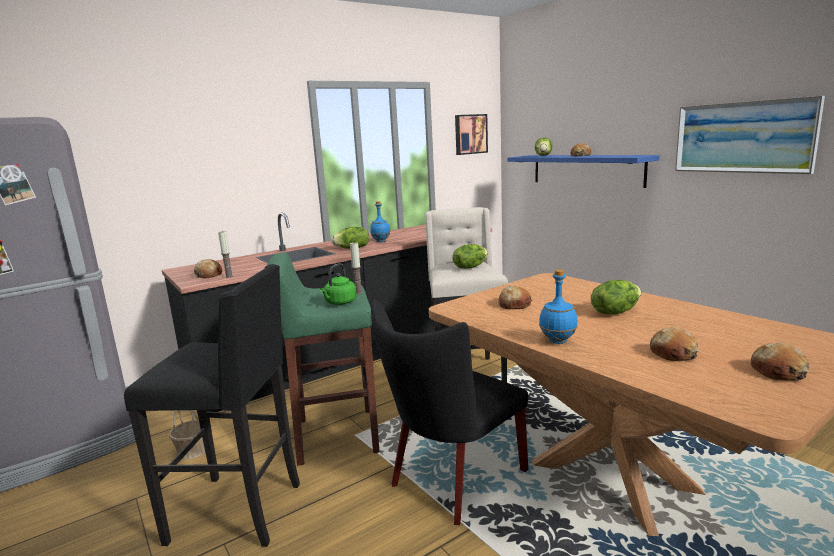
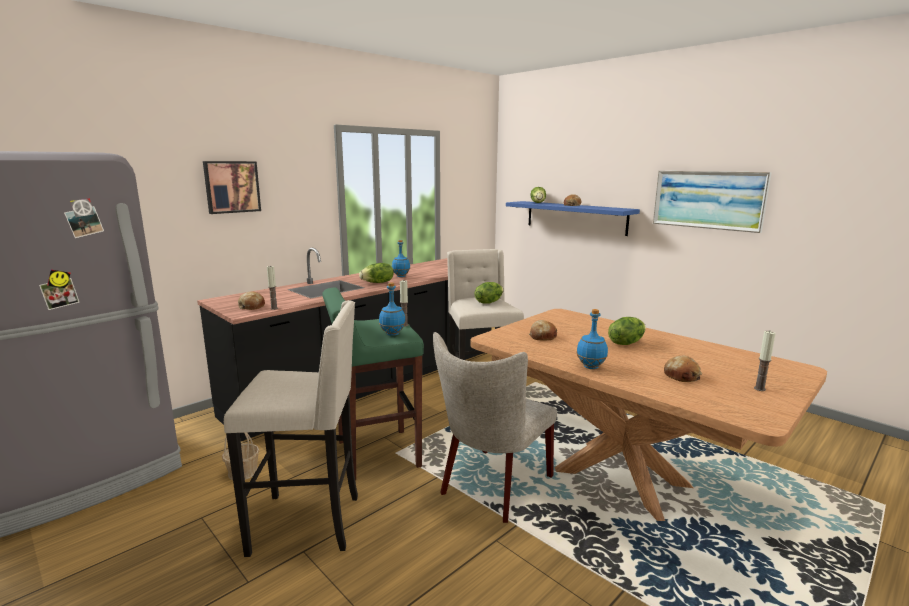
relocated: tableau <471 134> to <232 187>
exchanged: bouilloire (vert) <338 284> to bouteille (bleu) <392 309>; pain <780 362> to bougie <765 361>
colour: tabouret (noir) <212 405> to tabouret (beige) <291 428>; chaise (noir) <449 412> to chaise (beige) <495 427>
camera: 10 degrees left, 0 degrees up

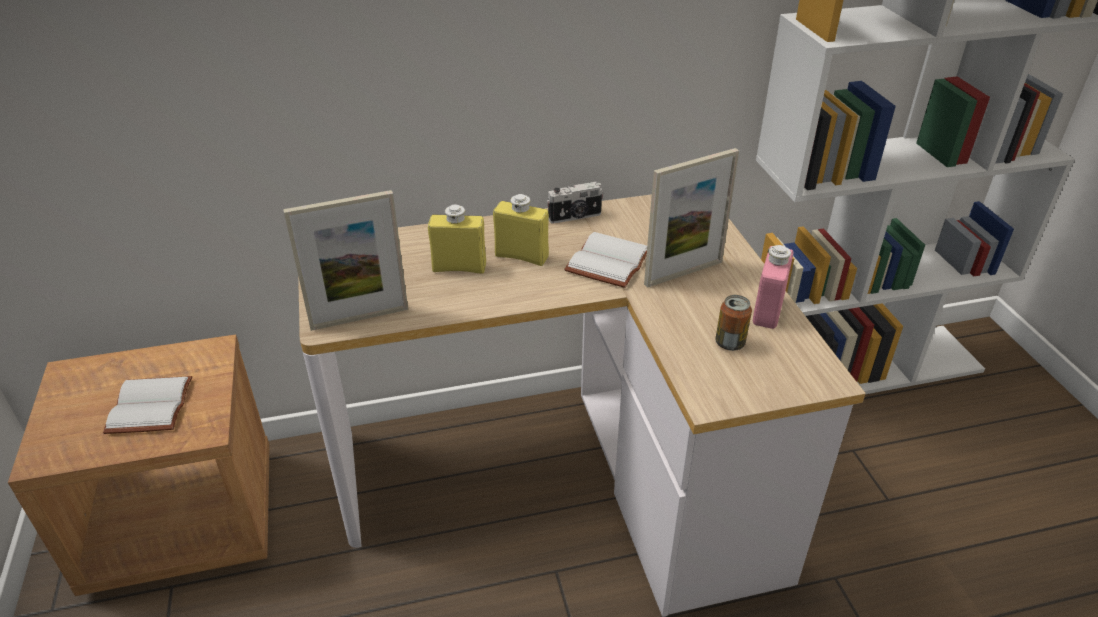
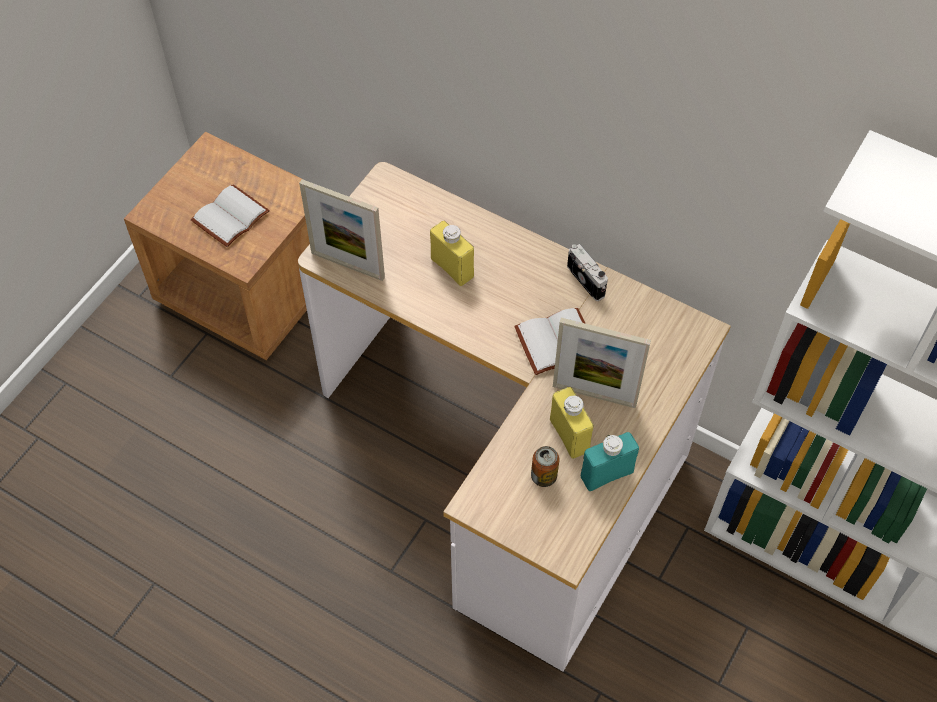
relocated: bouteille (jaune) <521 230> to <572 423>
colour: bouteille (rose) <773 287> to bouteille (turquoise) <610 461>
spun: appareil photo <575 203> = <587 272> 150 degrees counterclockwise
camera: 45 degrees right, 20 degrees up

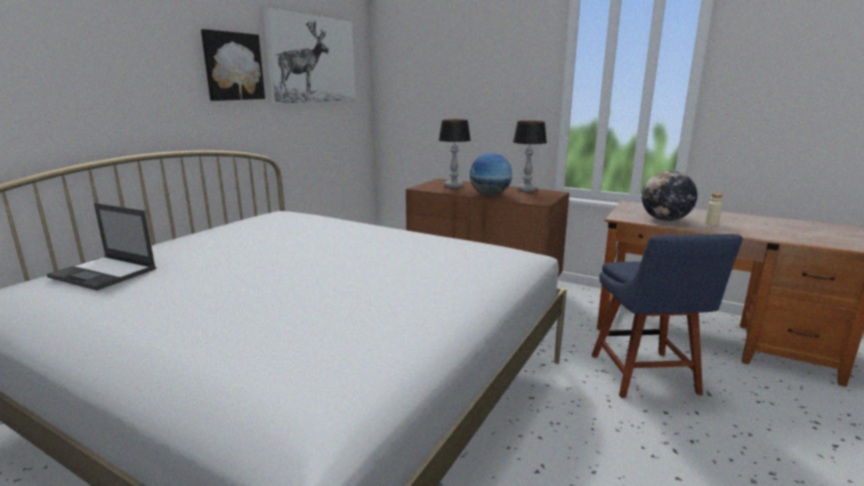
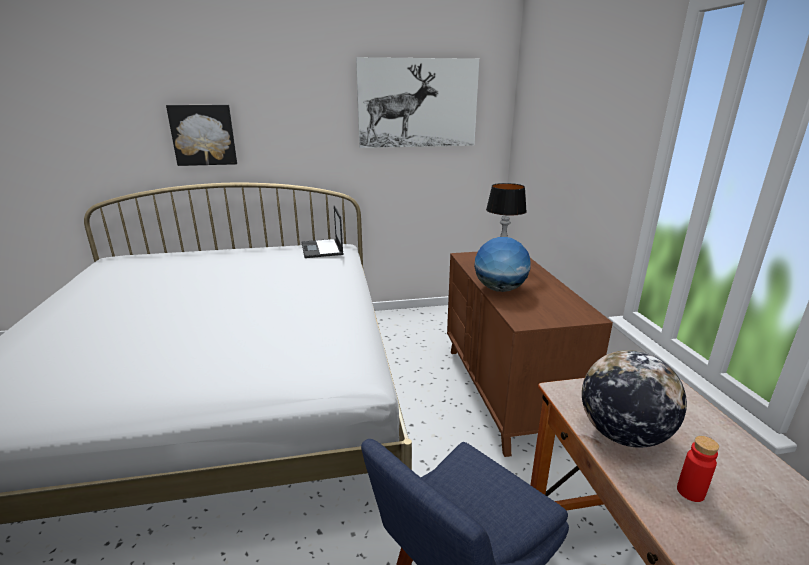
missing: lampe de table <530 156>
relocated: ordinateur portable <101 247> to <322 231>; tableau <233 65> to <201 135>
colour: bouteille (beige) <714 209> to bouteille (rouge) <698 469>
camera: 50 degrees right, 5 degrees up

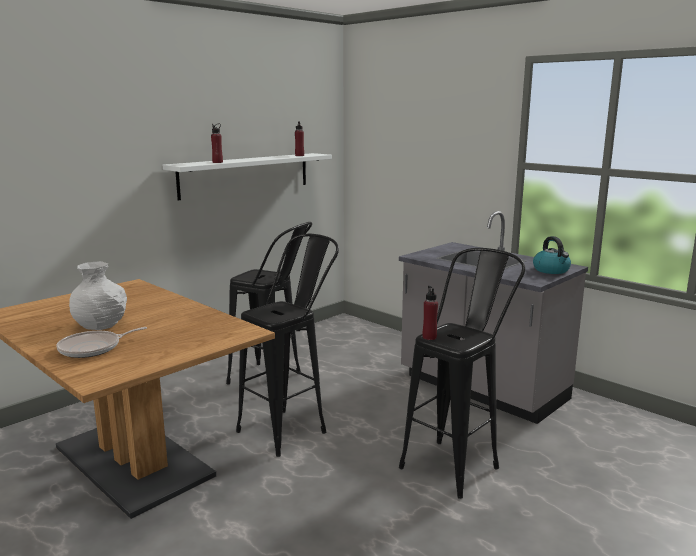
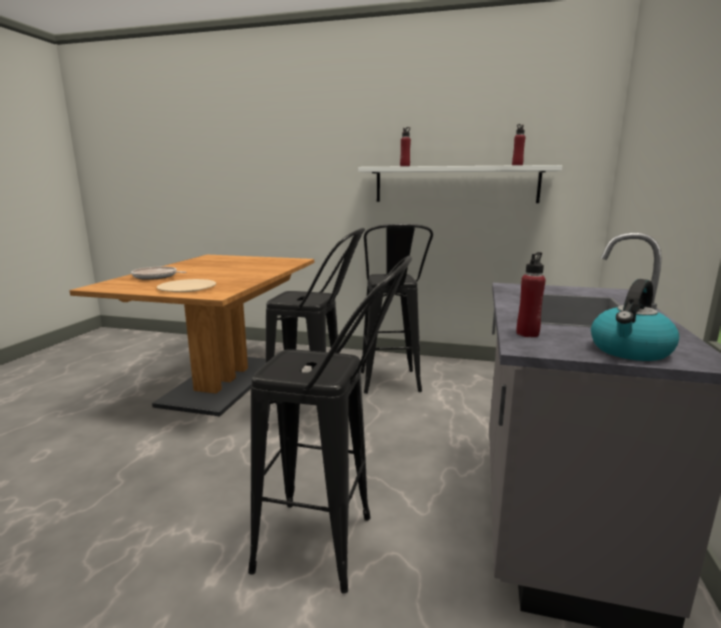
missing: vase (blanc) <98 295>
appeared: assiette (beige) <186 285>
relocated: bouteille (rouge) <430 313> to <531 294>
camera: 60 degrees right, 0 degrees up

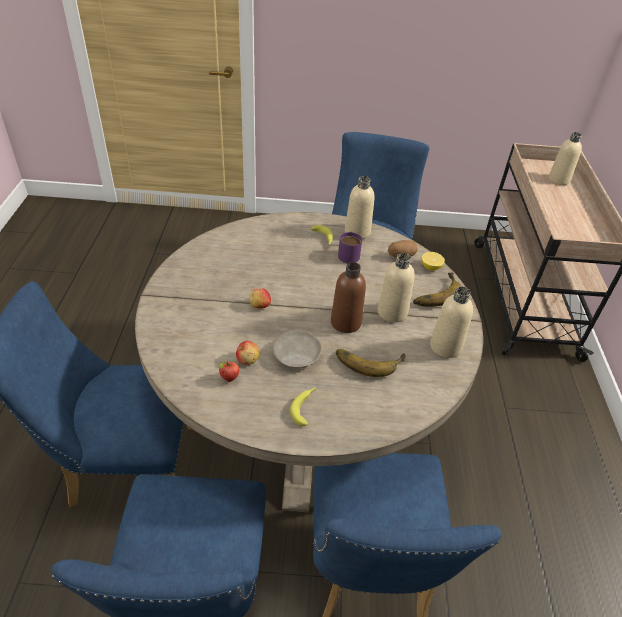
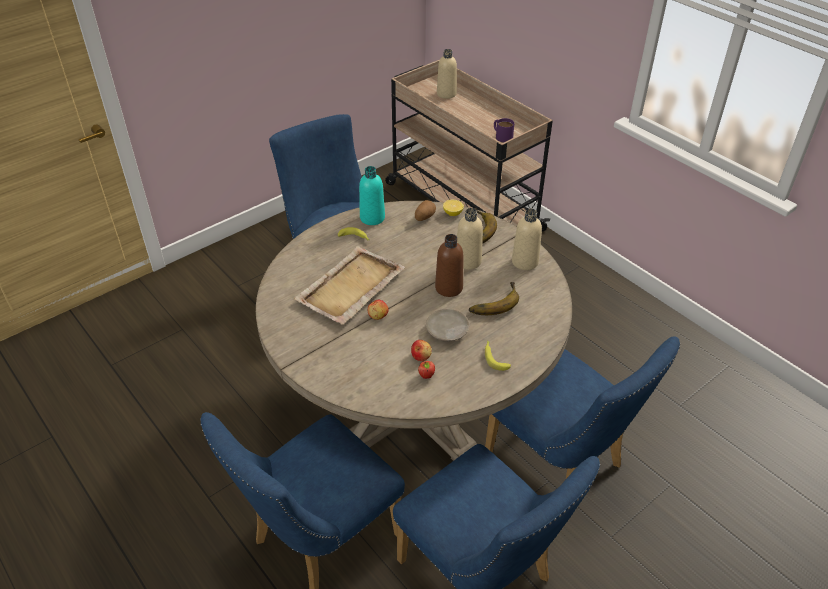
appeared: plateau (beige) <349 285>
relocated: mug (violet) <350 247> to <504 130>
colour: bouteille (beige) <360 207> to bouteille (turquoise) <372 195>
camera: 40 degrees left, 0 degrees up

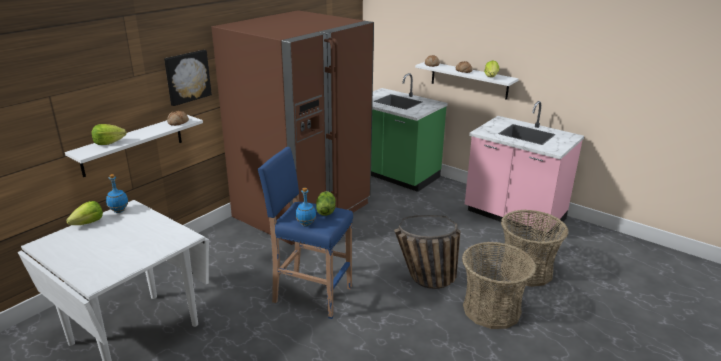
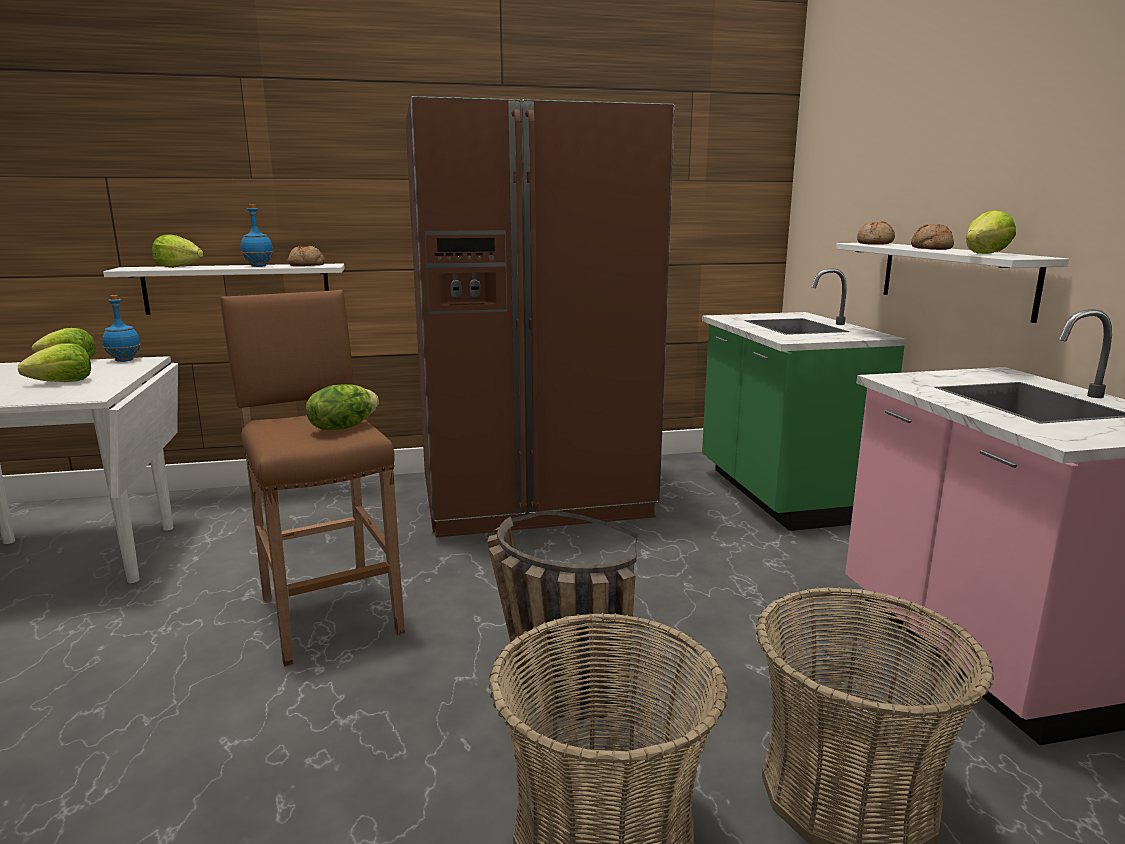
missing: tableau <188 78>
appeared: laitue <54 362>
relocated: bouteille (bleu) <306 207> to <257 235>
colour: tabouret (bleu) <305 233> to tabouret (marron) <312 478>
camera: 40 degrees right, 10 degrees down

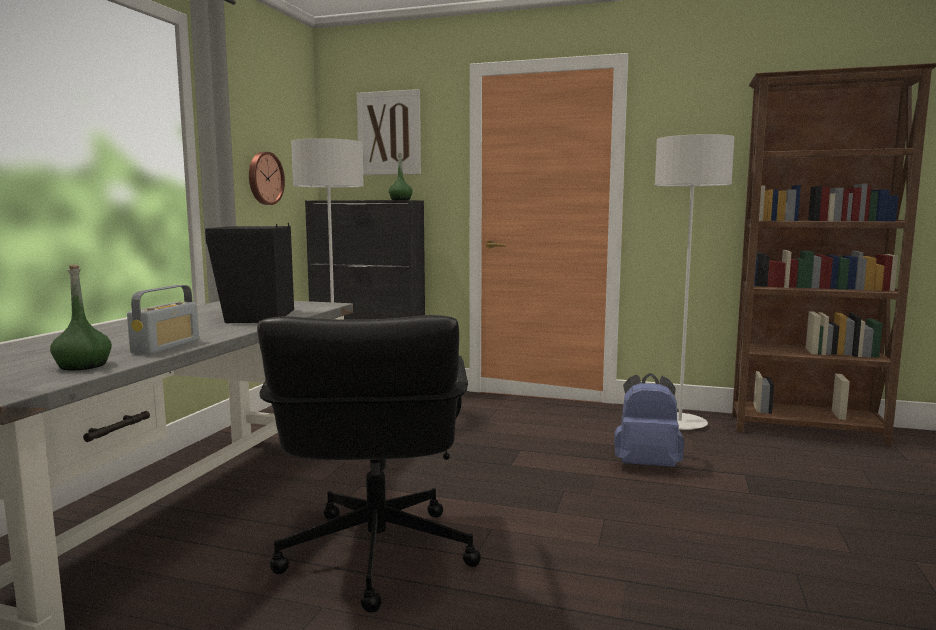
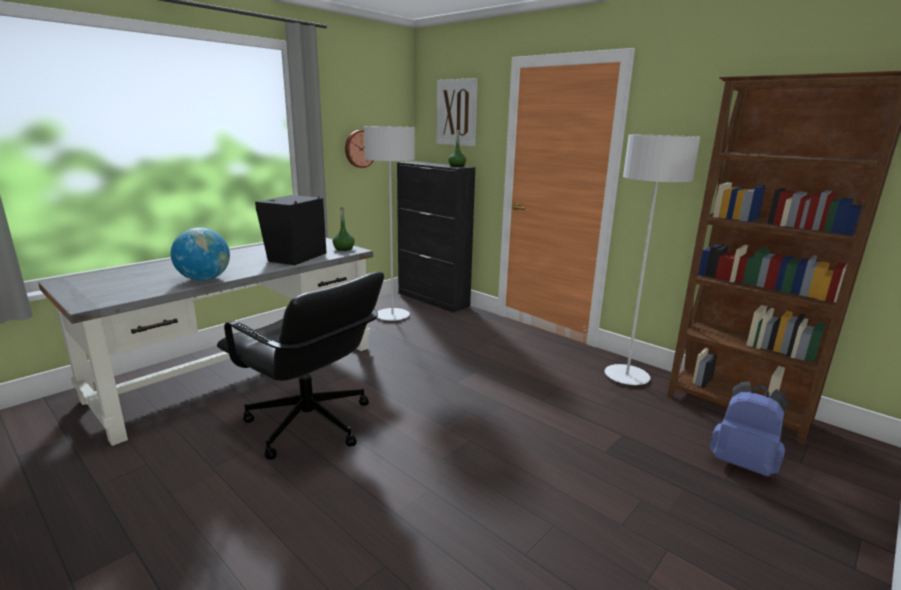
relocated: bouteille (vert) <81 317> to <343 229>; sac à dos (bleu) <649 420> to <749 429>
exchanged: radio <163 320> to globe <200 254>
spun: chaise de bureau (noir) <369 464> = <300 366> 75 degrees counterclockwise
camera: 25 degrees right, 10 degrees up

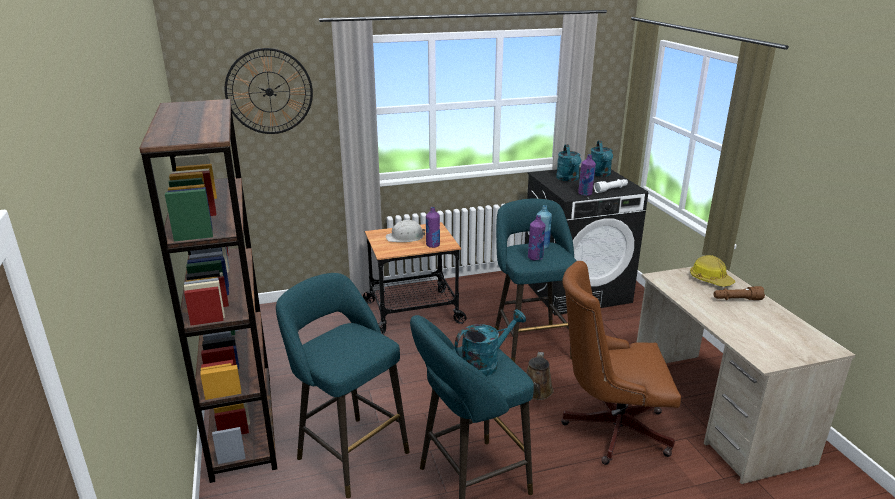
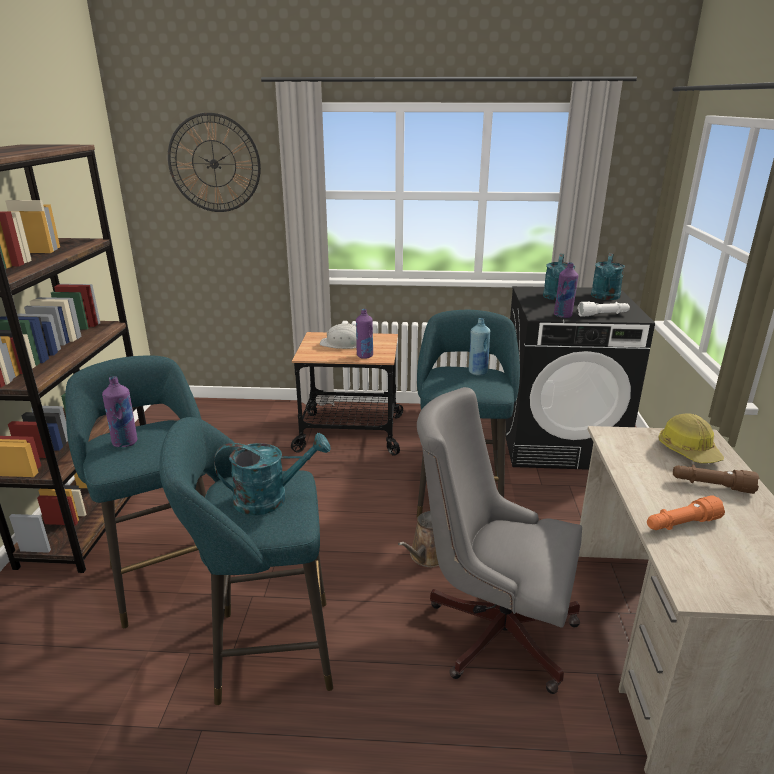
appeared: lampe de poche (orange) <686 512>
relocated: bouteille (violet) <537 237> to <119 411>
colour: chaise de bureau (marron) <621 363> to chaise de bureau (gris) <499 540>
camera: 20 degrees right, 0 degrees up

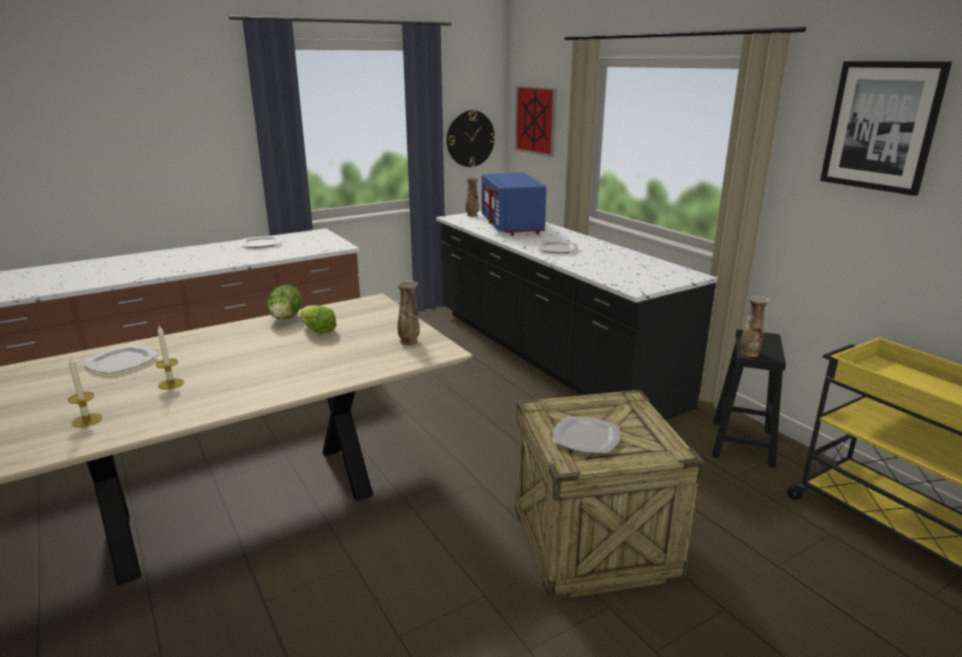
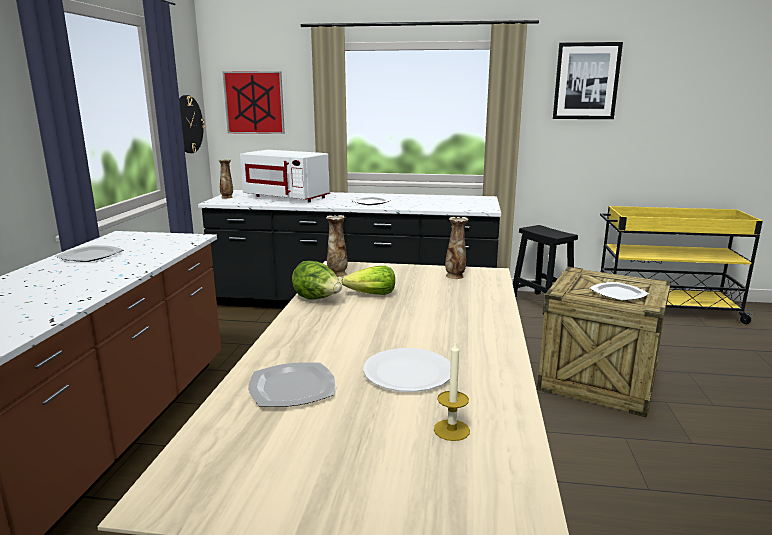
relocated: vase <755 326> to <337 246>
exchanged: bougie <170 358> to assiette (blanc) <407 370>
colour: micro-ondes (bleu) <514 204> to micro-ondes (blanc) <285 176>
camera: 50 degrees left, 5 degrees down

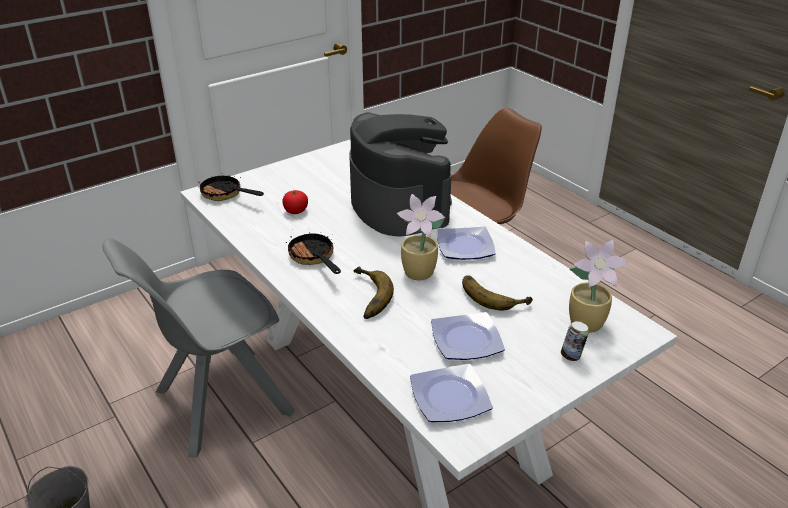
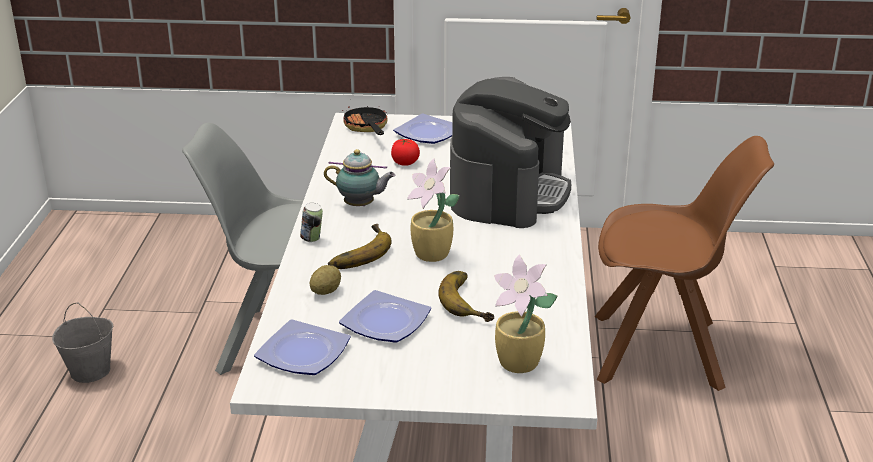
appeared: pomme de terre <325 280>
relocated: assiette <466 243> to <422 128>; boîte métallique <575 341> to <311 222>
exchanged: poêle <313 253> to théière <360 177>
camera: 40 degrees right, 5 degrees down

